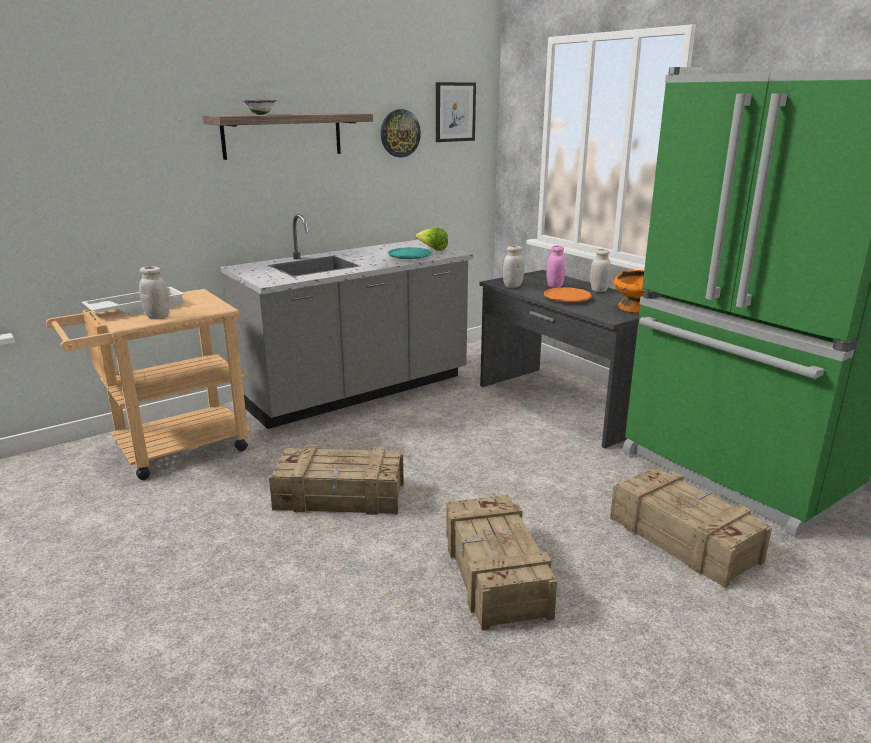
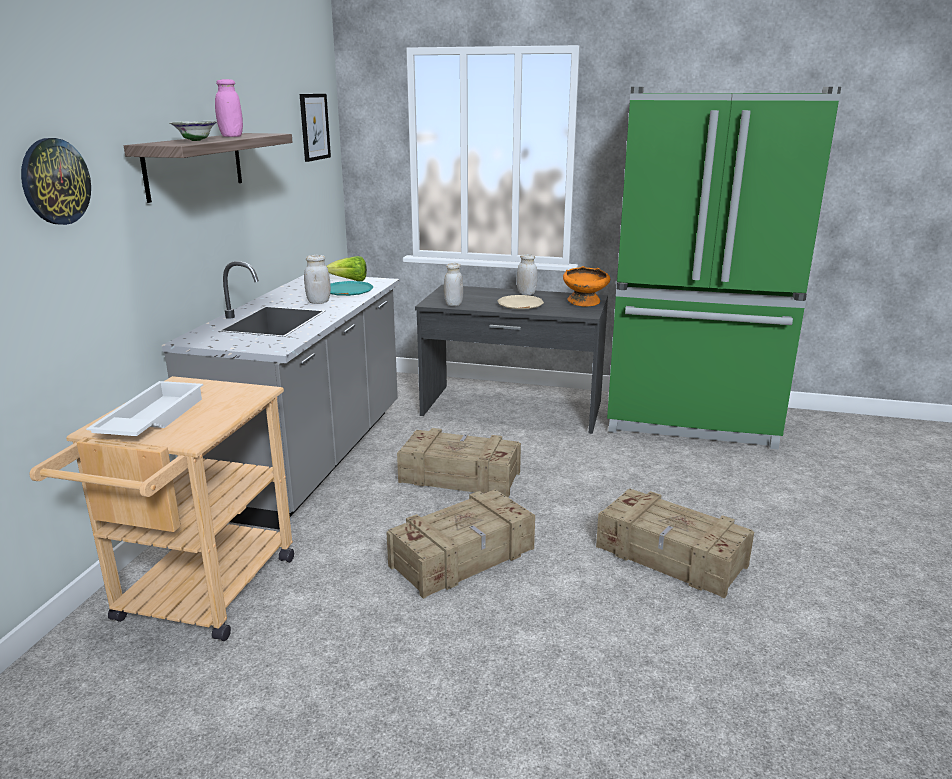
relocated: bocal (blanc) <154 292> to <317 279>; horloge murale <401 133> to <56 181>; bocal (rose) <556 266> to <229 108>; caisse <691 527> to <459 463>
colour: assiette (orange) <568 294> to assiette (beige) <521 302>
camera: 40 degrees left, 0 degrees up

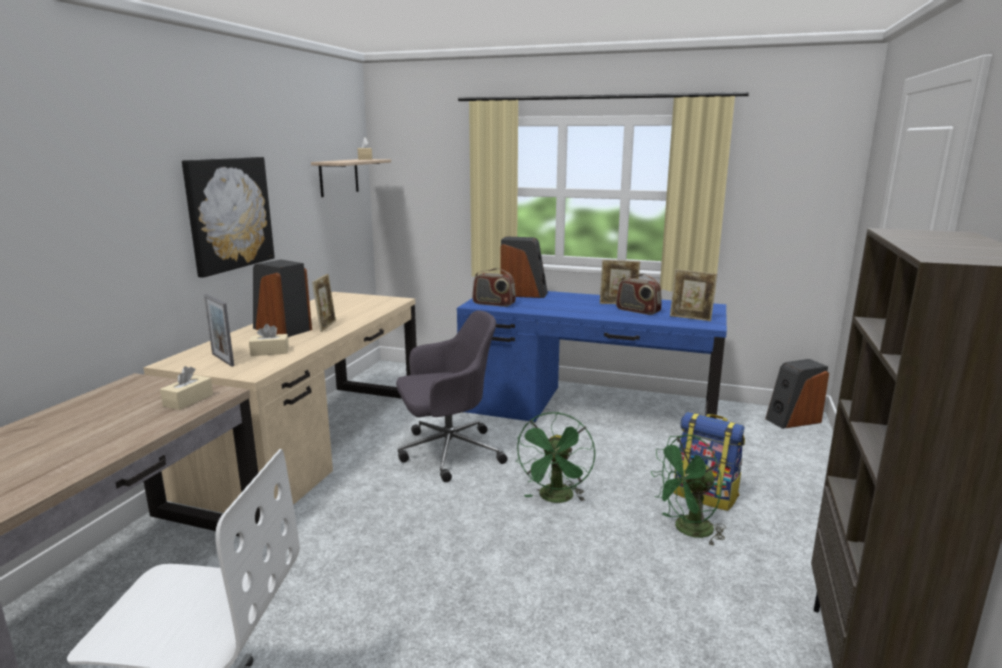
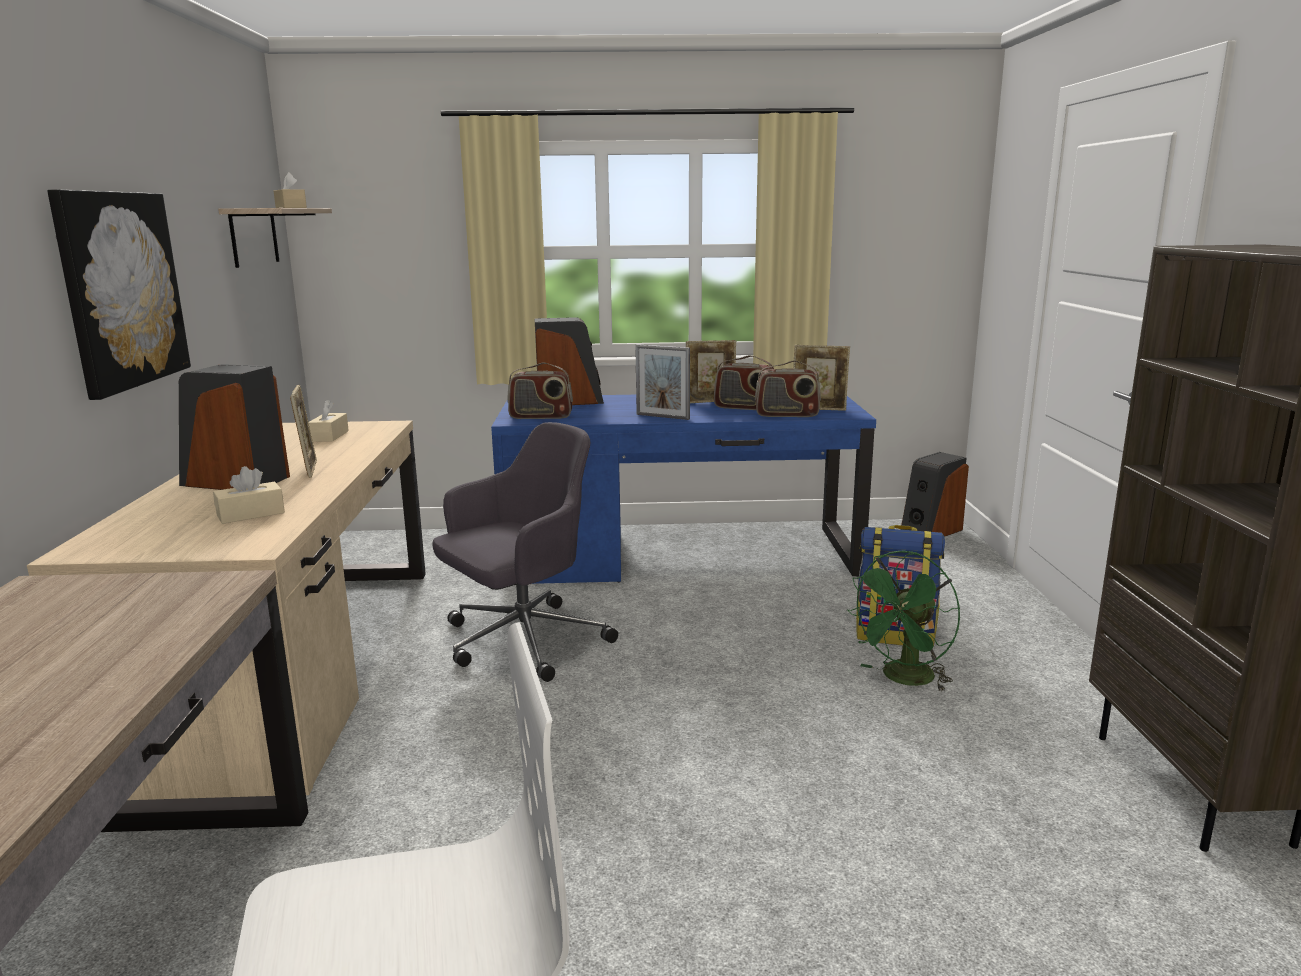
missing: ventilateur (vert) <555 457>
appeared: radio <788 388>
relocated: boîte à mouchoirs (beige) <186 388> to <328 420>; cadre photo <219 330> to <662 382>
camera: 20 degrees left, 0 degrees up

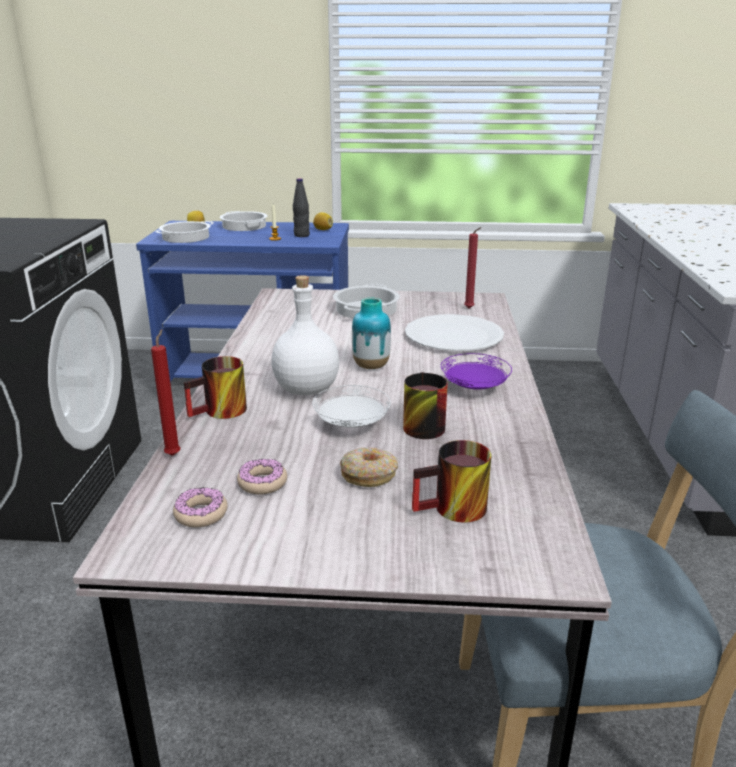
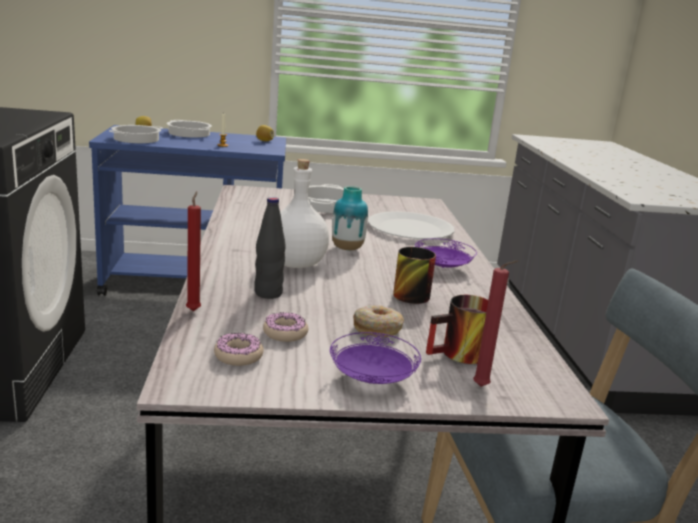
missing: mug <215 387>; assiette (blanc) <351 406>
appeared: assiette (violet) <375 358>
relocated: bouteille (noir) <301 207> to <270 248>; bougie (rouge) <473 267> to <495 323>
camera: 10 degrees left, 5 degrees down

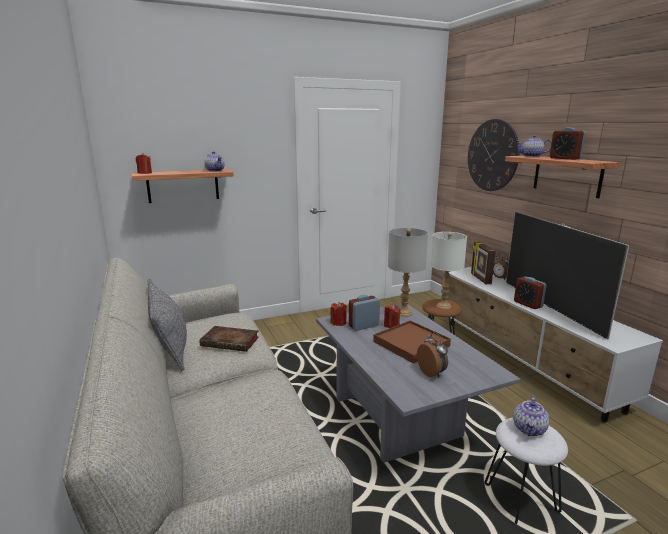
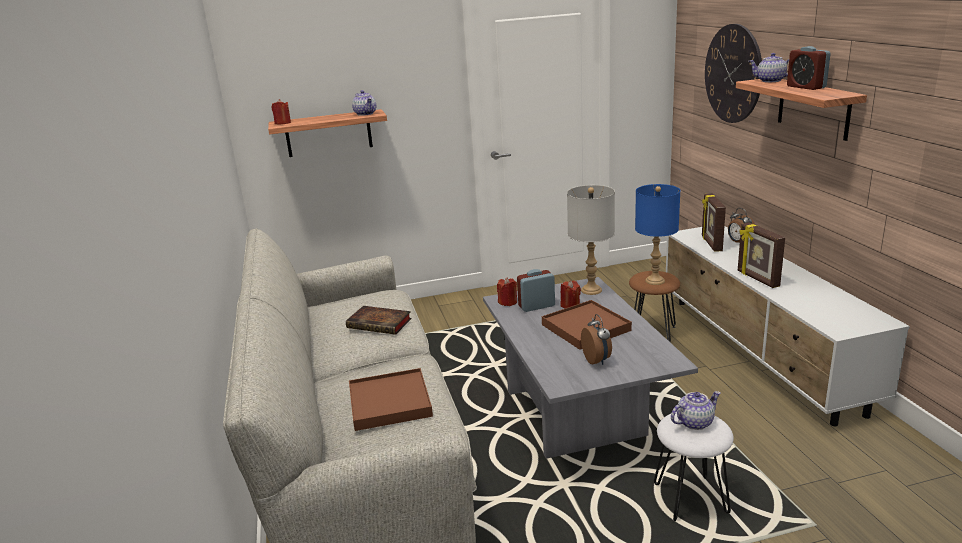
missing: coussin (gris) <167 325>; téléviseur <567 276>
appeared: plateau (marron) <391 399>
exchanged: réveil <530 292> to cadre photo <761 255>
colour: lampe de table (blanc) <449 271> to lampe de table (bleu) <657 234>
spun: théière <531 416> = <695 410> 150 degrees counterclockwise
camera: 10 degrees right, 5 degrees up

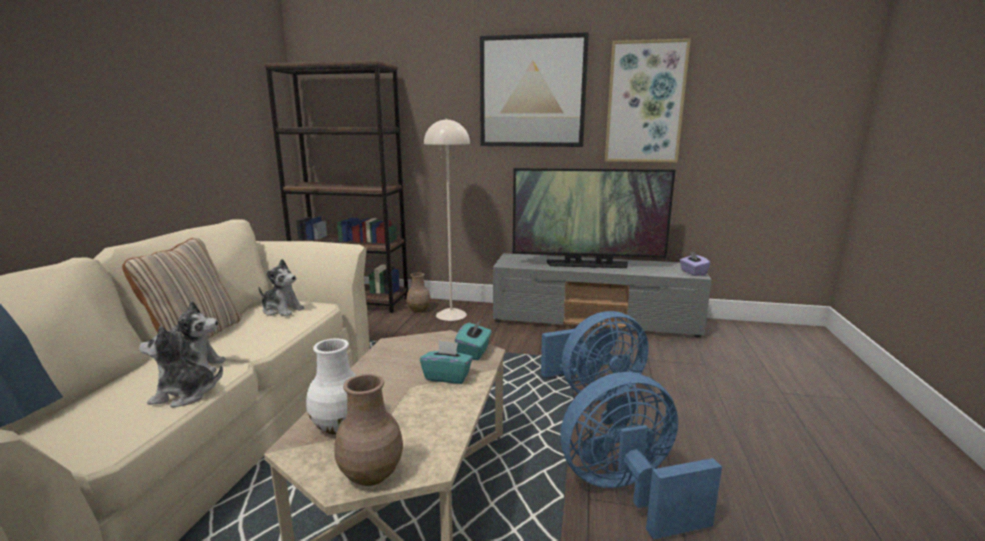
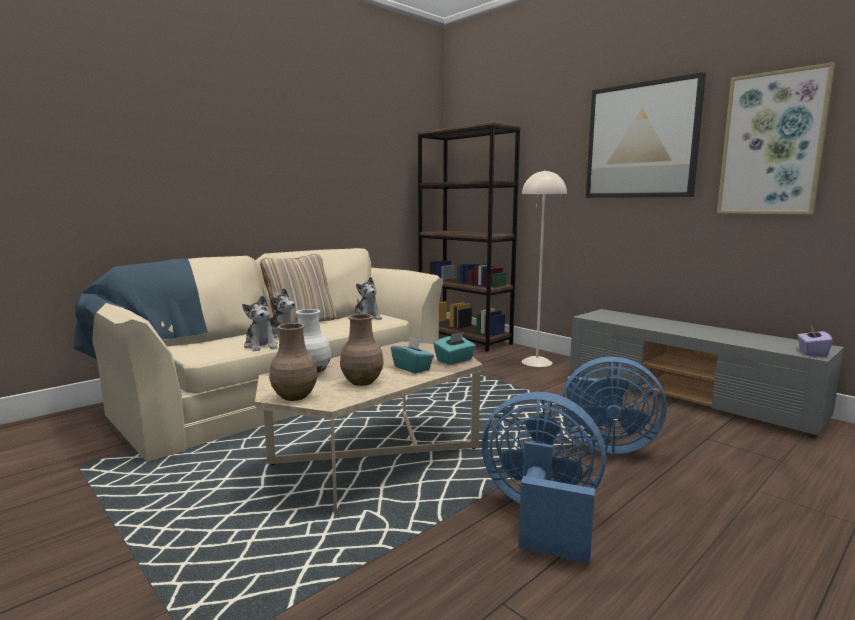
missing: téléviseur <594 218>
relocated: vase (marron) <418 292> to <362 350>
spun: peluche <181 366> = <260 323> 150 degrees counterclockwise
camera: 35 degrees right, 5 degrees down

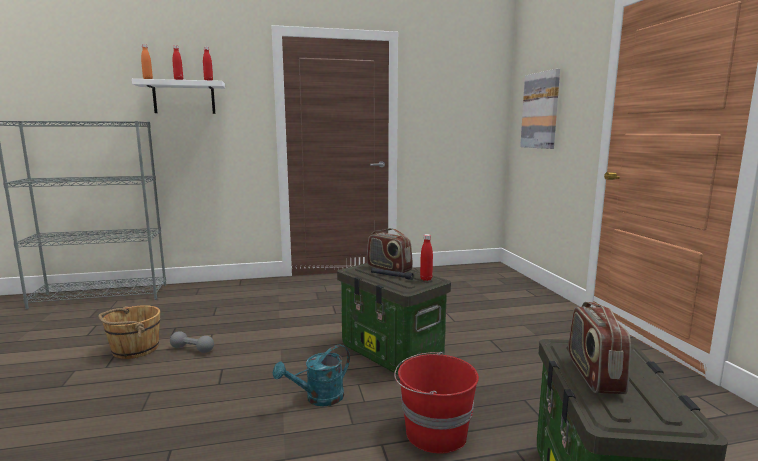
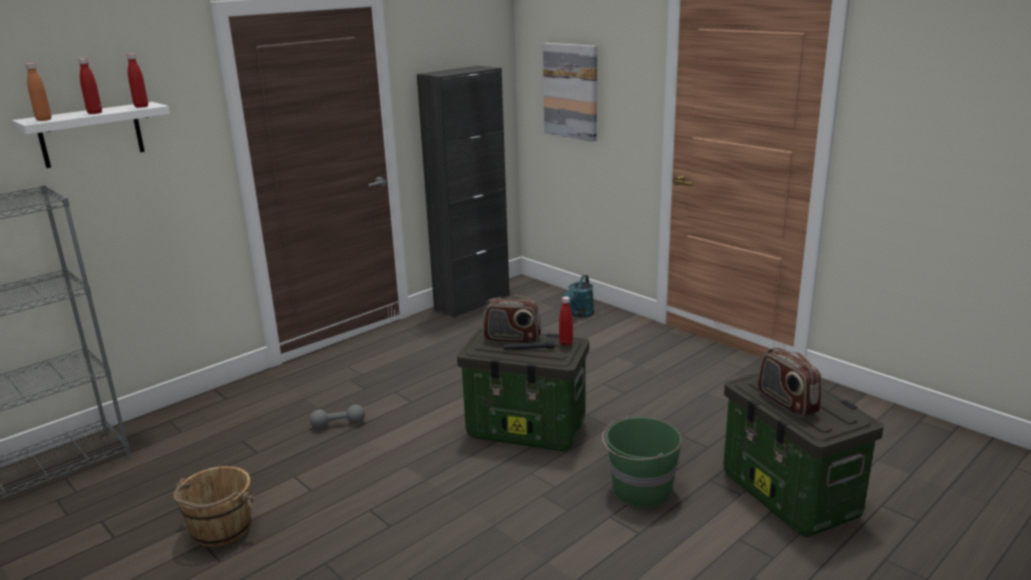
appeared: meuble de rangement (noir) <463 192>
relocated: haltère (gris) <192 342> to <337 416>; arrosoir (turquoise) <311 375> to <578 296>
colour: seau (rouge) <436 403> to seau (vert) <642 462>
camera: 30 degrees left, 10 degrees up

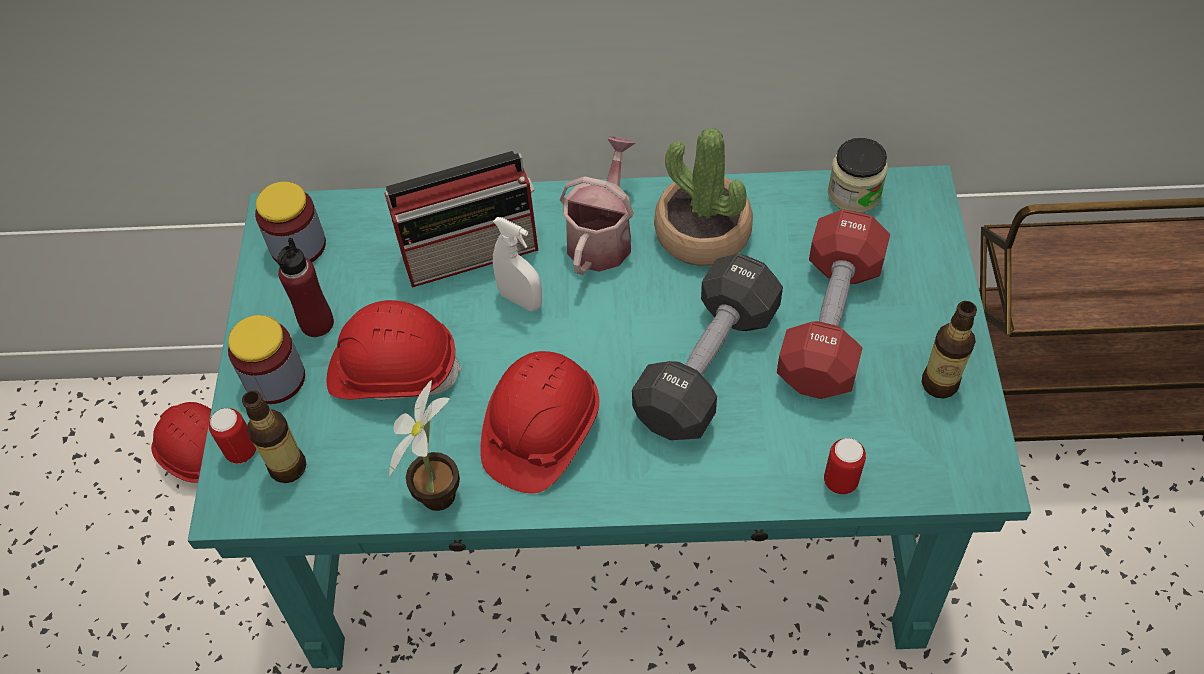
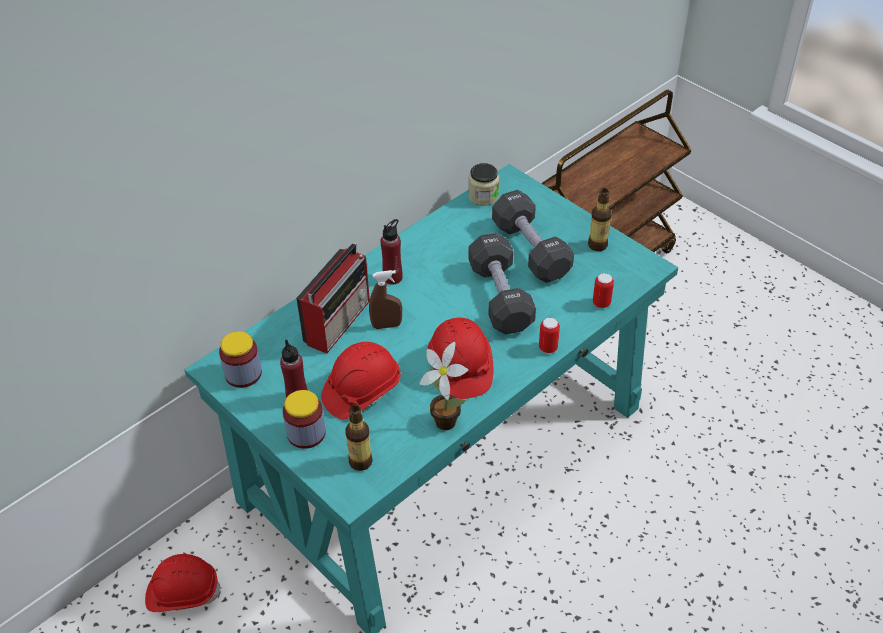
missing: plante en pot <703 197>
relocated: boîte métallique <232 436> to <549 336>
exchanged: arrosoir <597 205> to bouteille (rouge) <391 252>
colour: vaporisateur (blanc) <517 264> to vaporisateur (marron) <385 299>; haltère (rouge) <833 304> to haltère (noir) <533 236>
camera: 45 degrees left, 10 degrees down

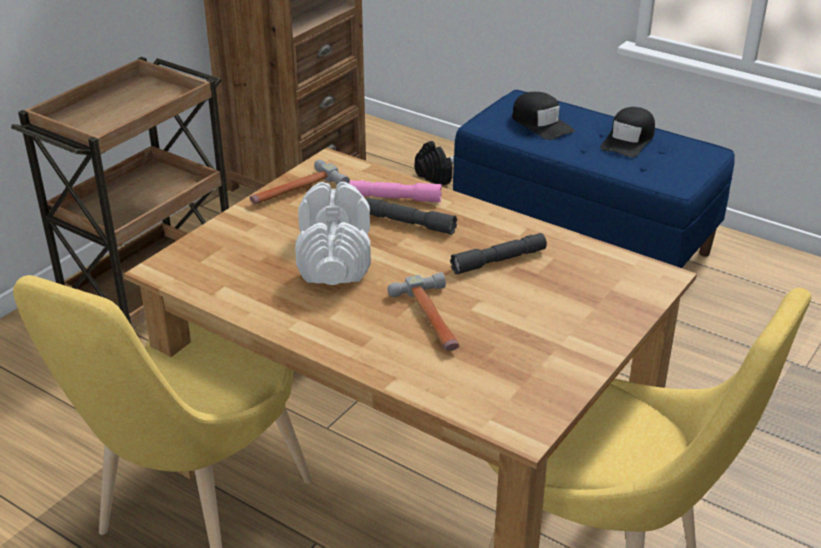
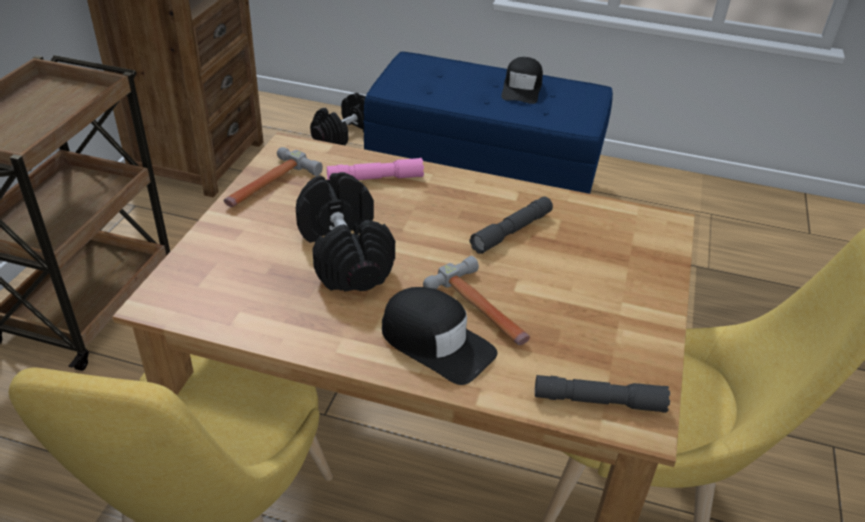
relocated: lampe de poche (gris) <411 216> to <602 394>; casquette (noir) <543 116> to <439 336>
colour: haltère (blanc) <333 233> to haltère (noir) <345 231>
camera: 20 degrees left, 5 degrees up

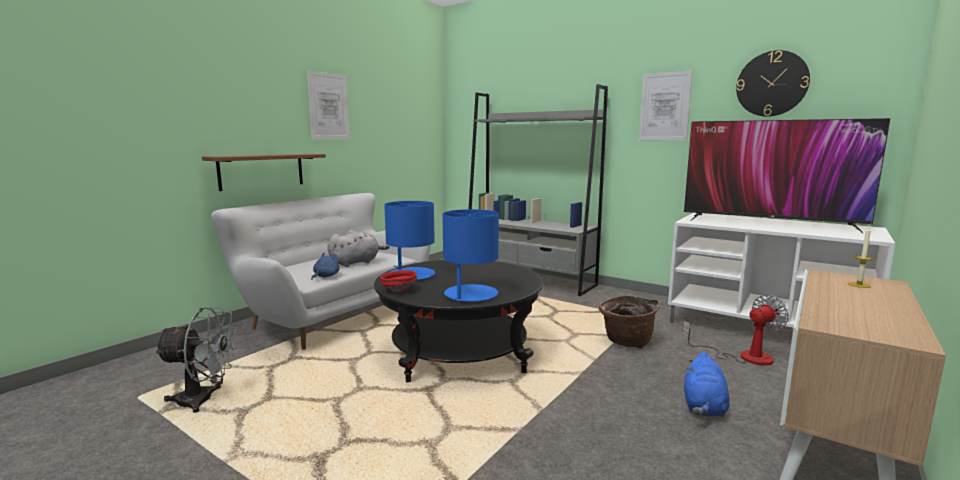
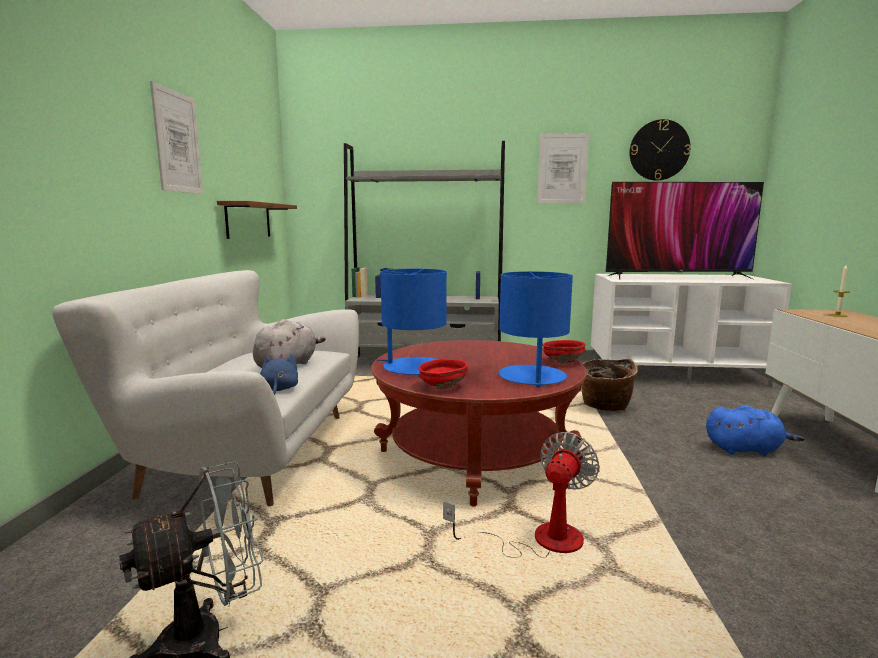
appeared: bol (rouge) <564 351>
relocated: étagère (marron) <264 172> to <257 220>; ventilateur <736 330> to <521 495>
colour: table basse (noir) <458 321> to table basse (rouge) <479 423>
spun: peluche (bleu) <707 384> = <755 430> 75 degrees counterclockwise
camera: 30 degrees left, 0 degrees up

